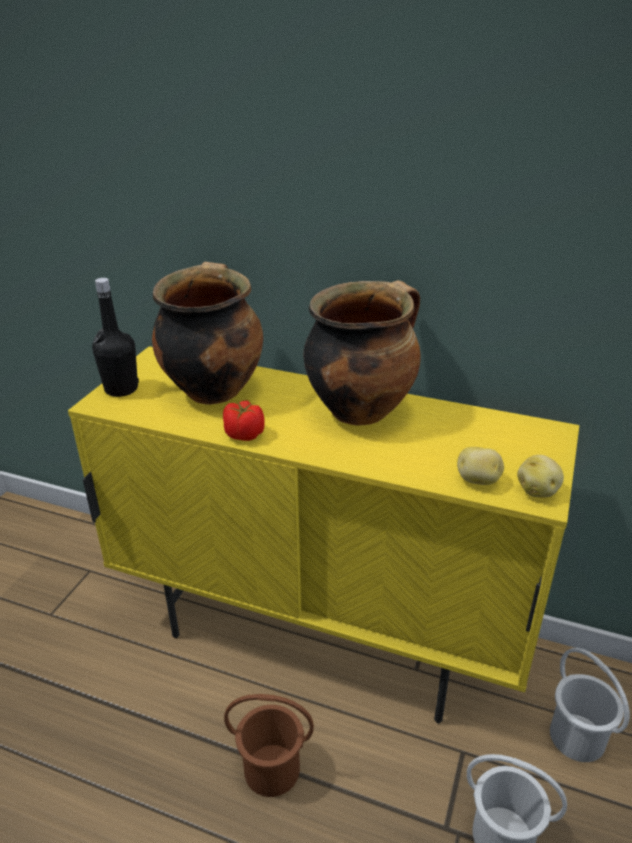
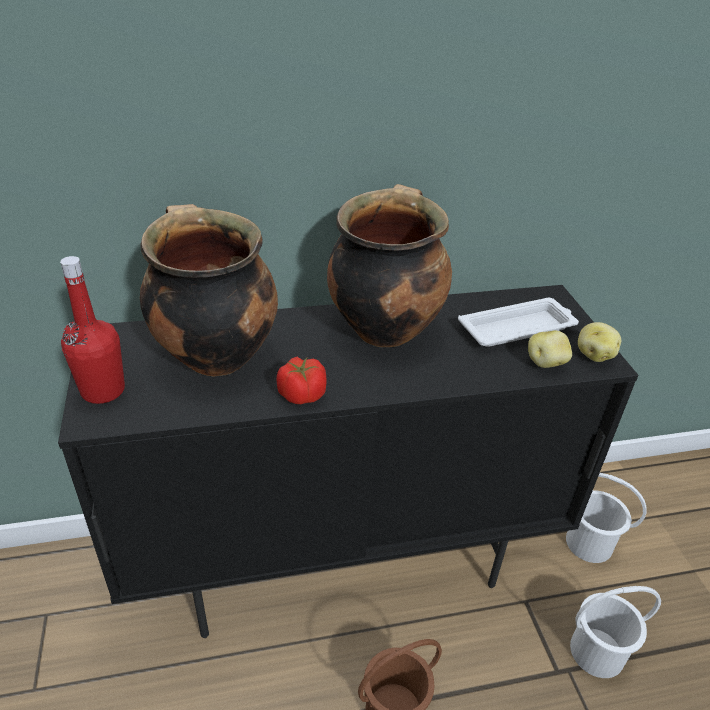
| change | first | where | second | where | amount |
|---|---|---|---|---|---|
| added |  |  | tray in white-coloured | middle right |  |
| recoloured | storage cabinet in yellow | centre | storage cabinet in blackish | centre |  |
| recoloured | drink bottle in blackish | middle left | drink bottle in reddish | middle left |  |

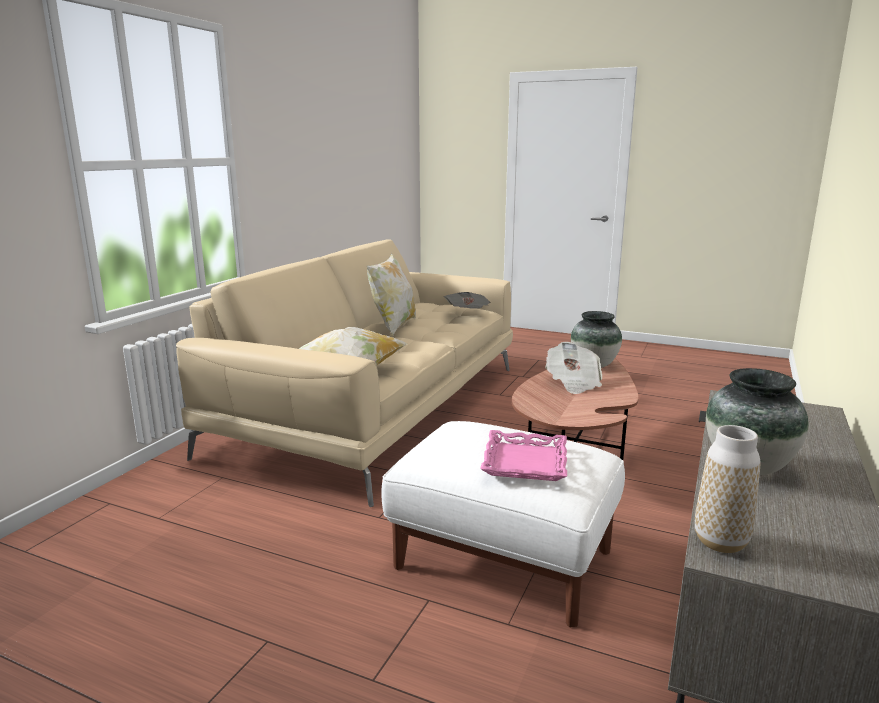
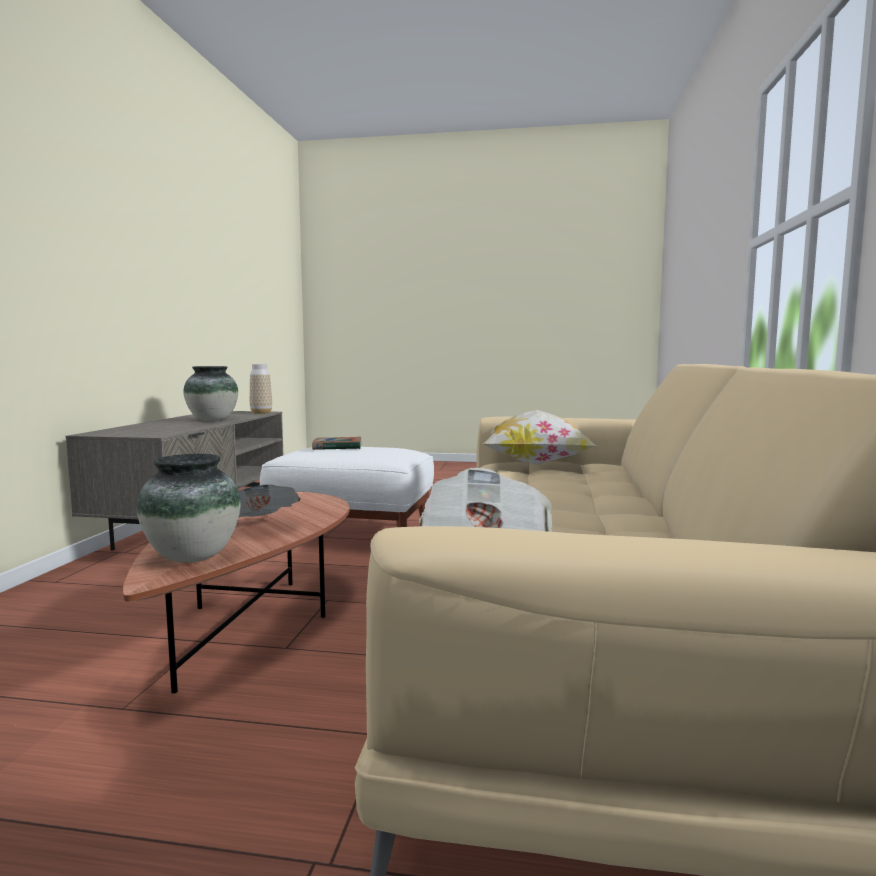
| change | first | where | second | where | amount |
|---|---|---|---|---|---|
| removed | cushion (2nd from left) | centre |  |  |  |
| replaced | tray in pink | centre | volume | centre |  |

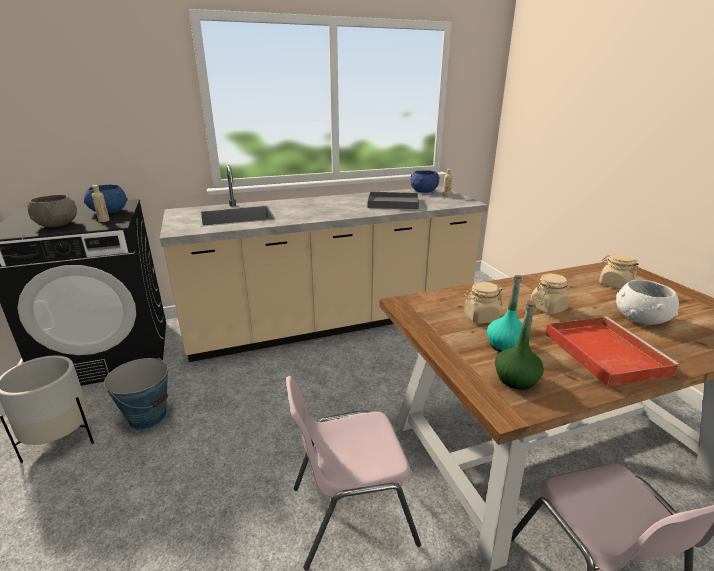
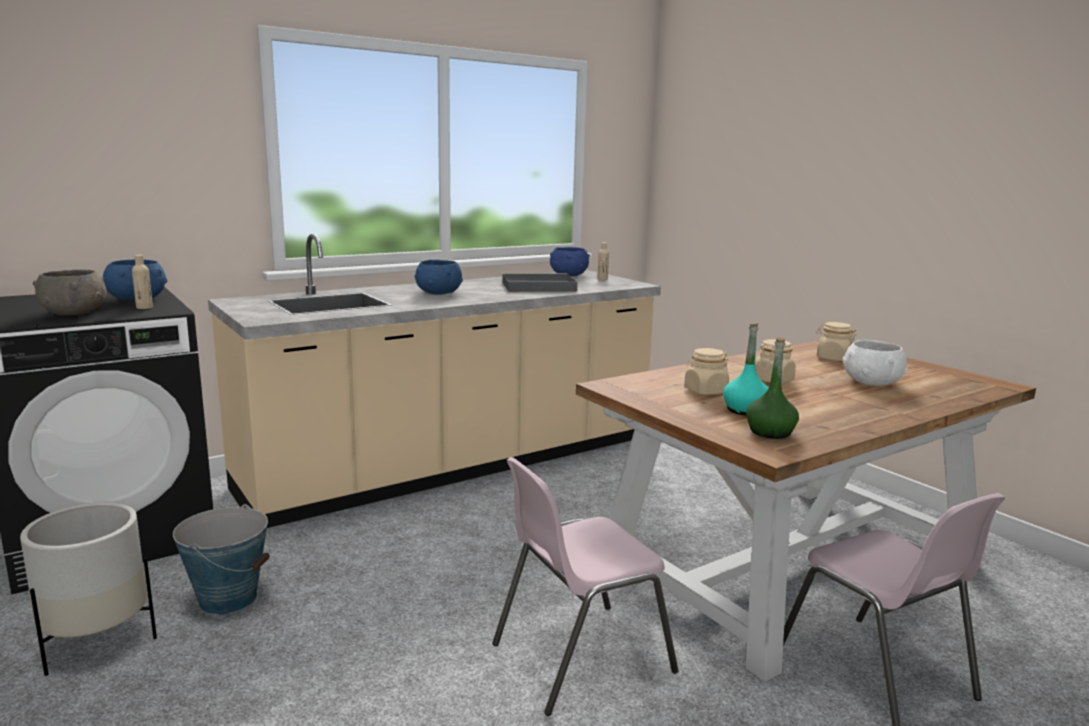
| change | first | where | second | where | amount |
|---|---|---|---|---|---|
| removed | tray in reddish | middle right |  |  |  |
| added |  |  | bowl in blue (2nd from left) | centre |  |

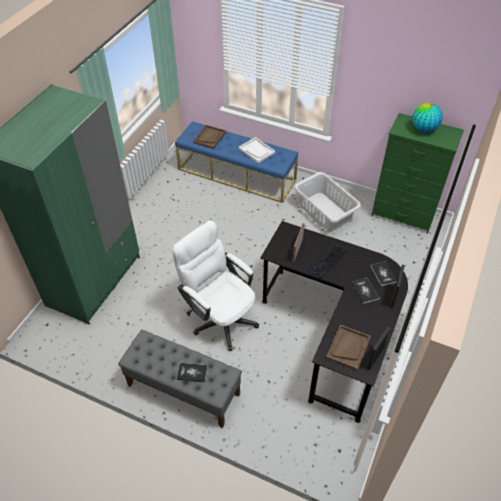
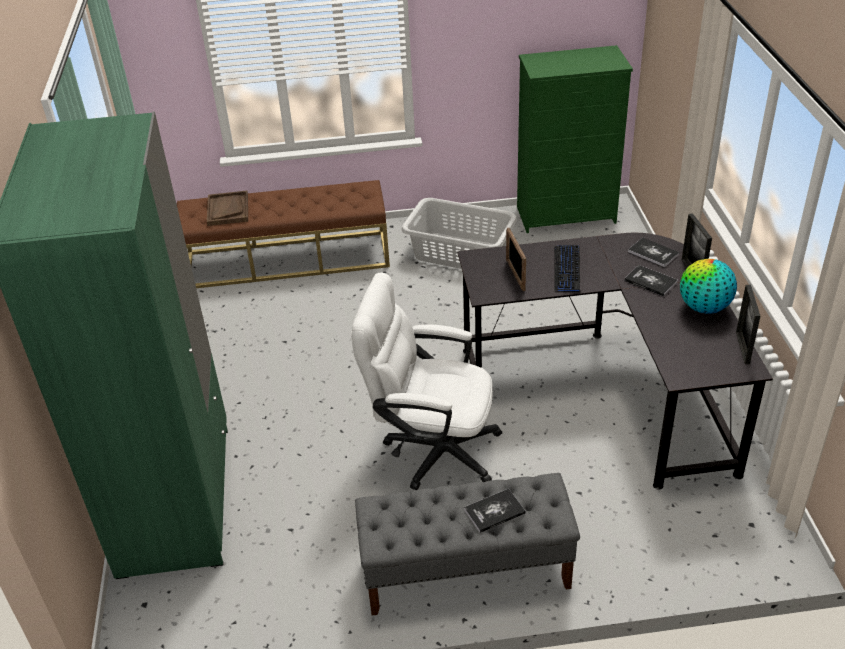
| change | first | where | second | where | amount |
|---|---|---|---|---|---|
| removed | tray in white-coloured | top centre |  |  |  |
| removed | tray in brownish (2nd from left) | bottom right |  |  |  |
| moved | world globe | top right |  | middle right |  |
| recoloured | long seat in blue | top centre | long seat in brownish | centre |  |

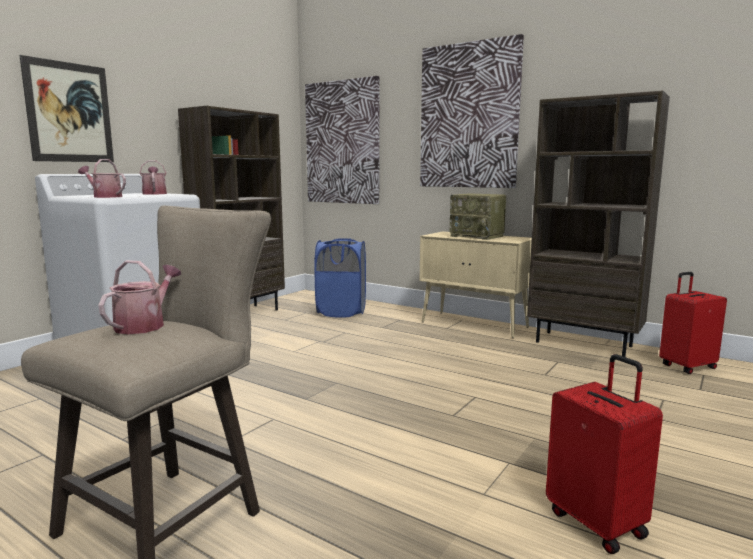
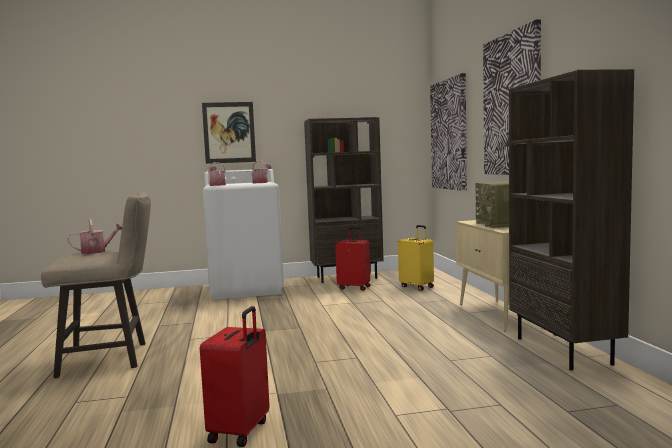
| change | first | where | second | where | amount |
|---|---|---|---|---|---|
| moved | piece of luggage in reddish (2nd from left) | middle right |  | centre |  |
| replaced | laundry basket in blue | centre | piece of luggage in yellow | centre |  |

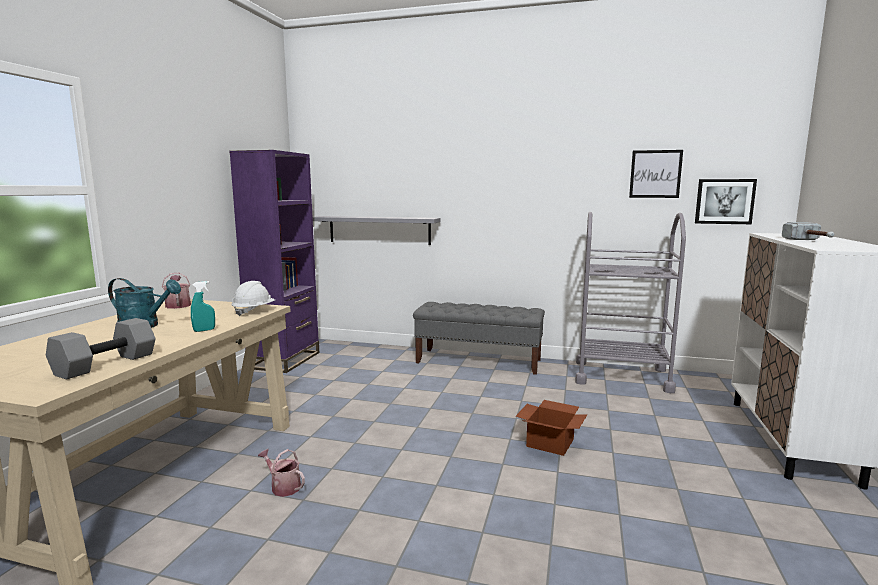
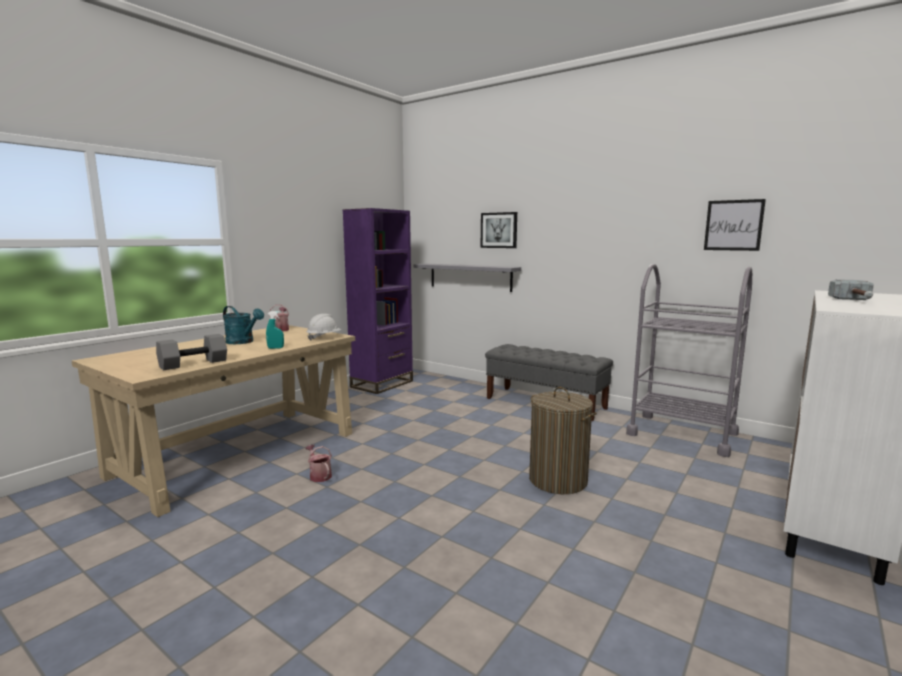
| change | first | where | second | where | amount |
|---|---|---|---|---|---|
| moved | wall art (2nd from left in the first image) | middle right | wall art (1st from left) | centre |  |
| replaced | carton | bottom centre | laundry basket | centre |  |

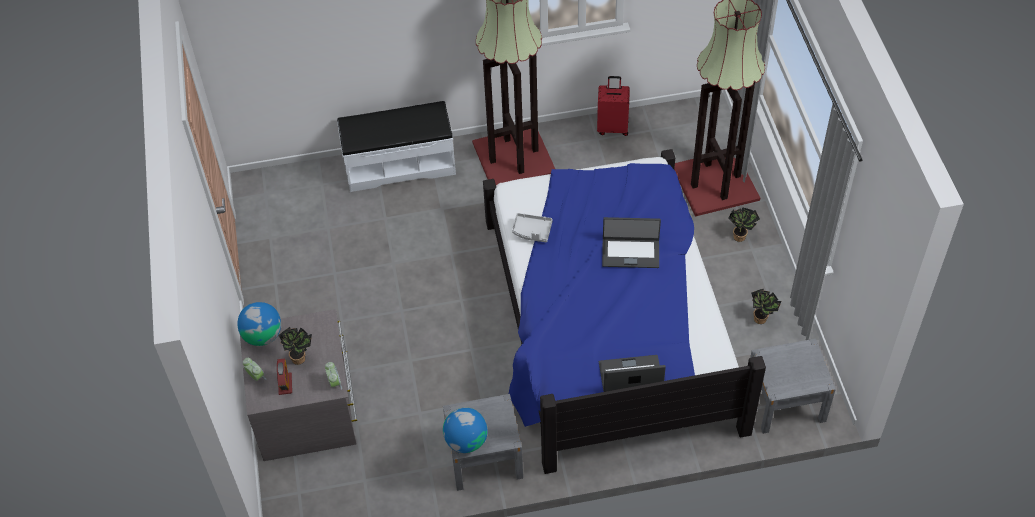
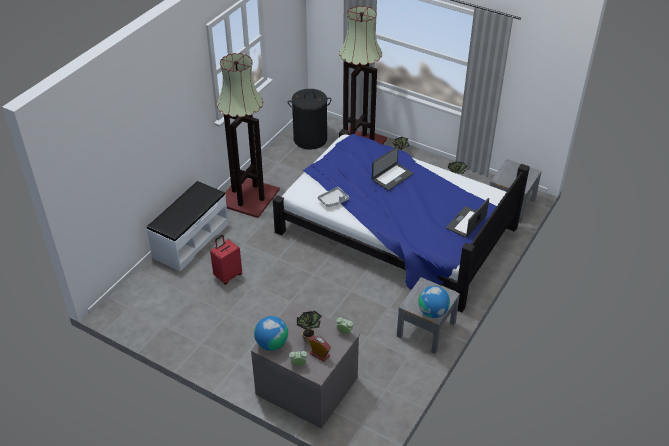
| change | first | where | second | where | amount |
|---|---|---|---|---|---|
| added |  |  | laundry basket in blackish | top centre |  |
| moved | piece of luggage in reddish | top centre |  | centre |  |

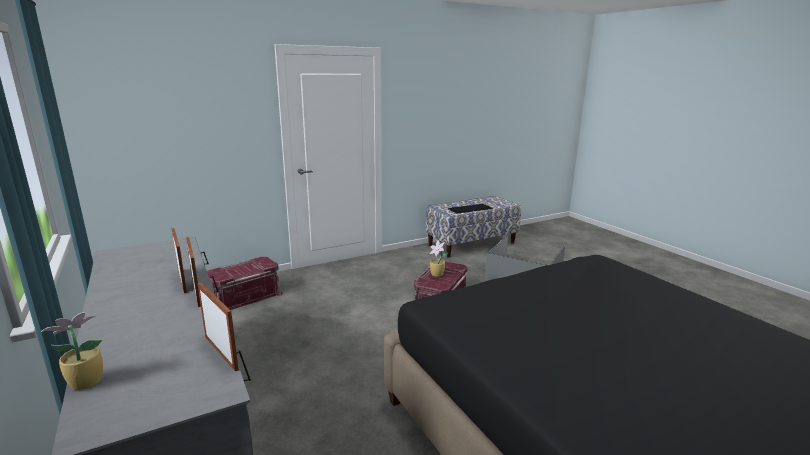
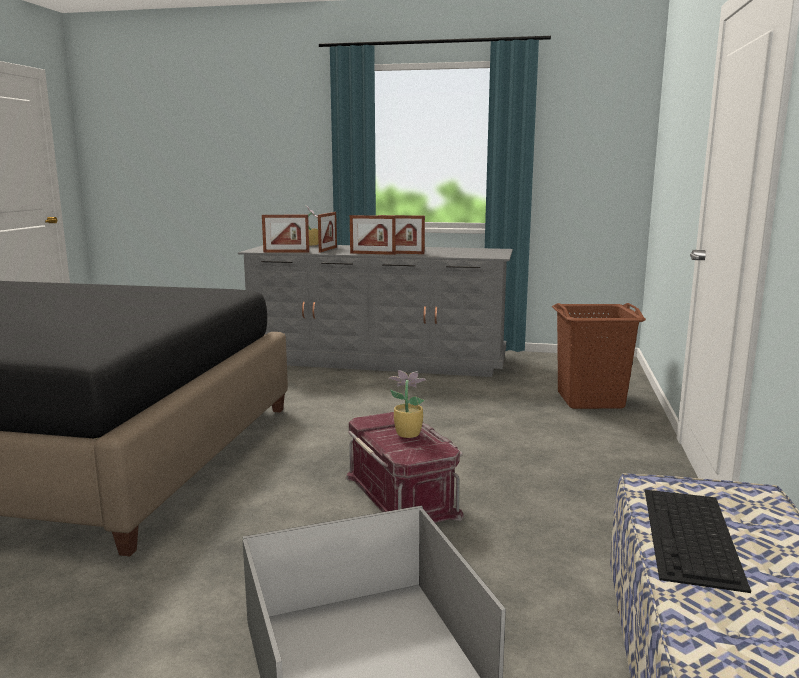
| change | first | where | second | where | amount |
|---|---|---|---|---|---|
| added |  |  | standing frame (2nd from left) | centre |  |
| replaced | storage bin in reddish (1st from left) | middle left | laundry basket in brownish | middle right |  |

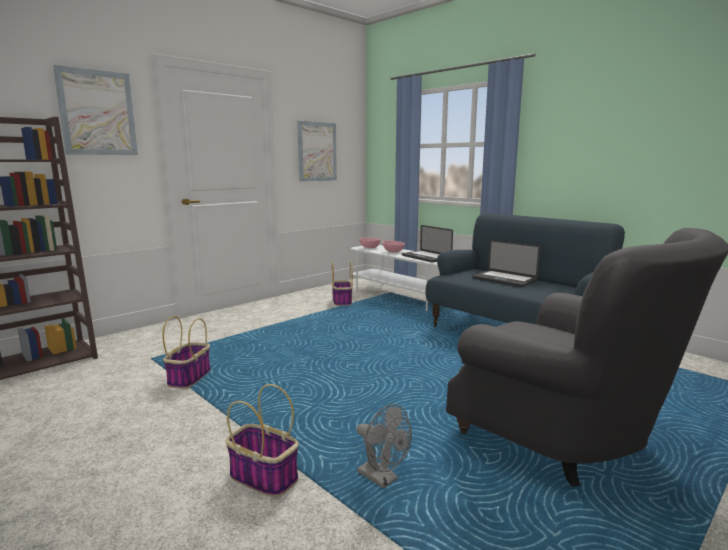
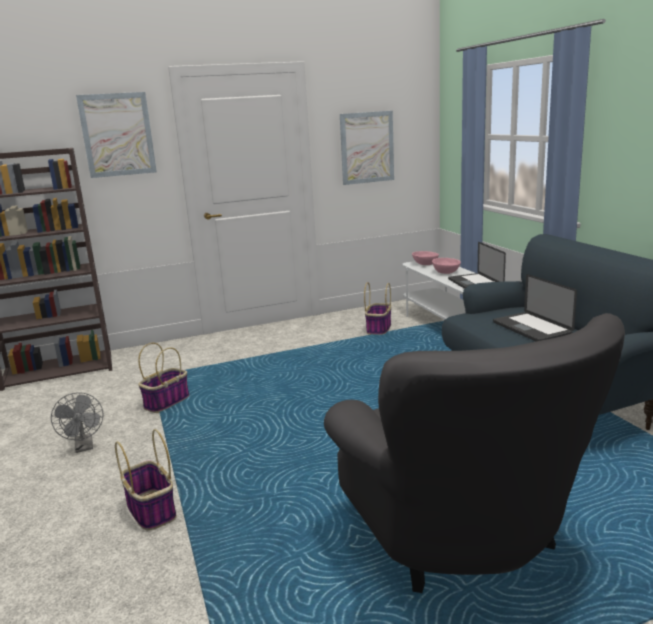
| change | first | where | second | where | amount |
|---|---|---|---|---|---|
| moved | cooling fan in gray | bottom centre |  | bottom left |  |

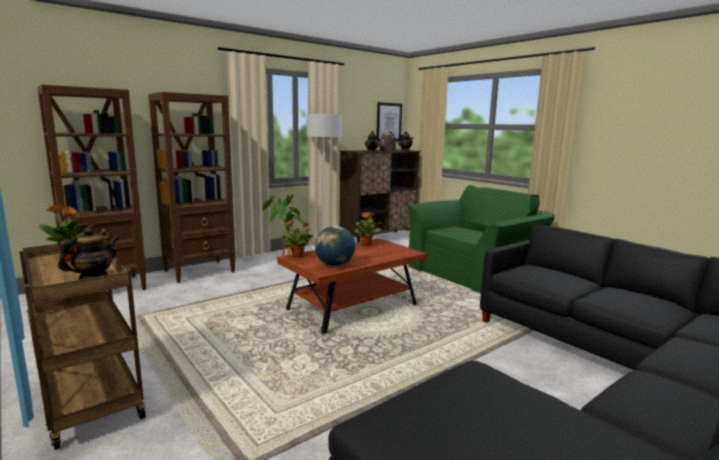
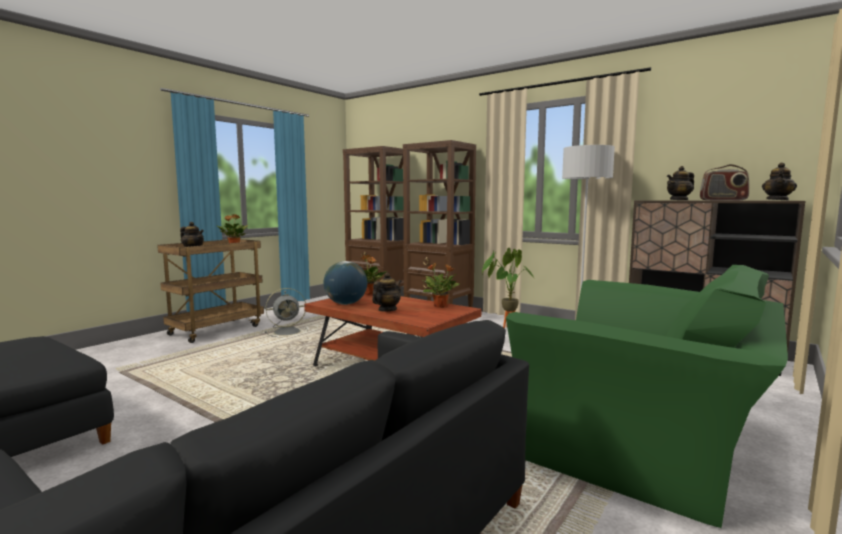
| change | first | where | second | where | amount |
|---|---|---|---|---|---|
| removed | wall art | top centre |  |  |  |
| added |  |  | cooling fan in gray | centre |  |
| added |  |  | teapot (2nd from left) | centre |  |

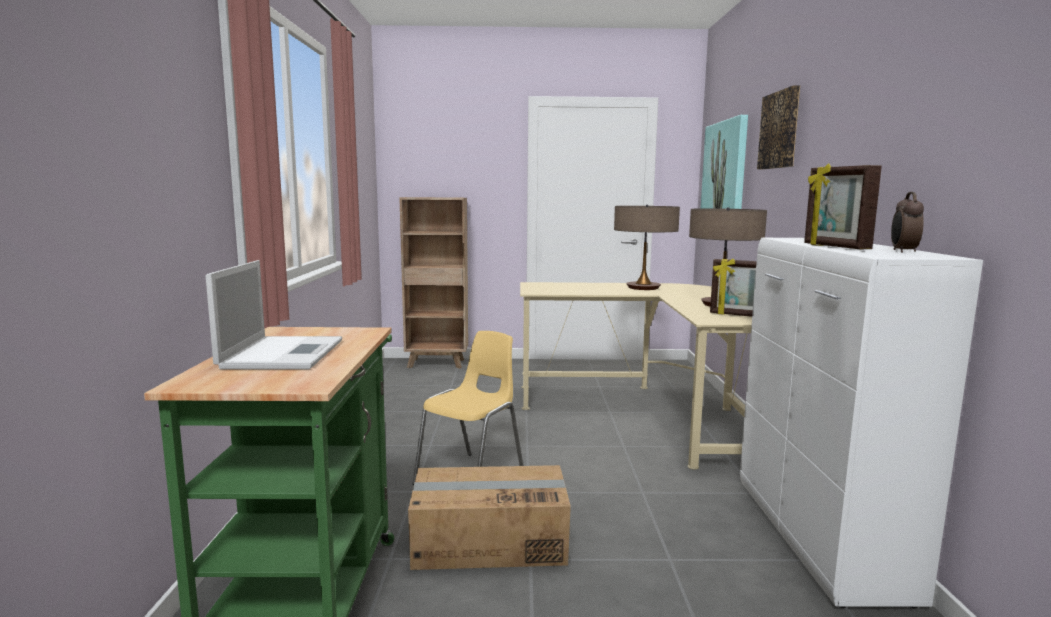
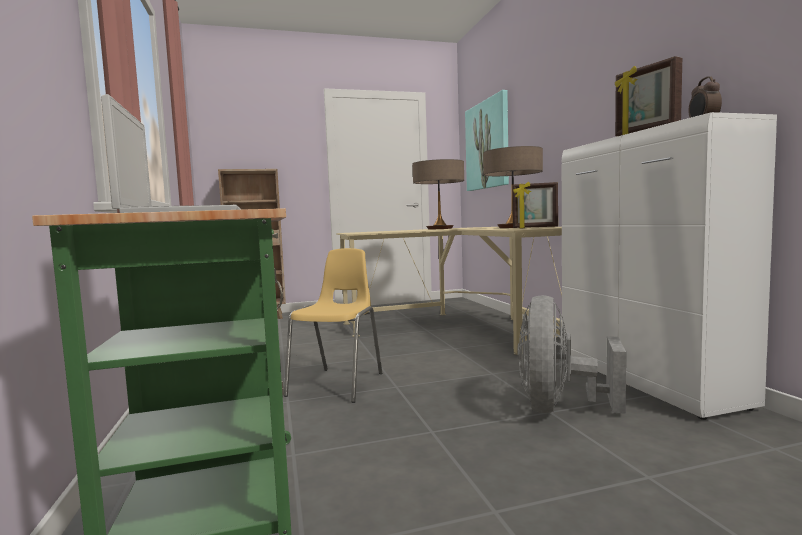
| change | first | where | second | where | amount |
|---|---|---|---|---|---|
| removed | carton | bottom centre |  |  |  |
| removed | wall art (2nd from left) | top right |  |  |  |
| added |  |  | cooling fan in gray | middle right |  |

